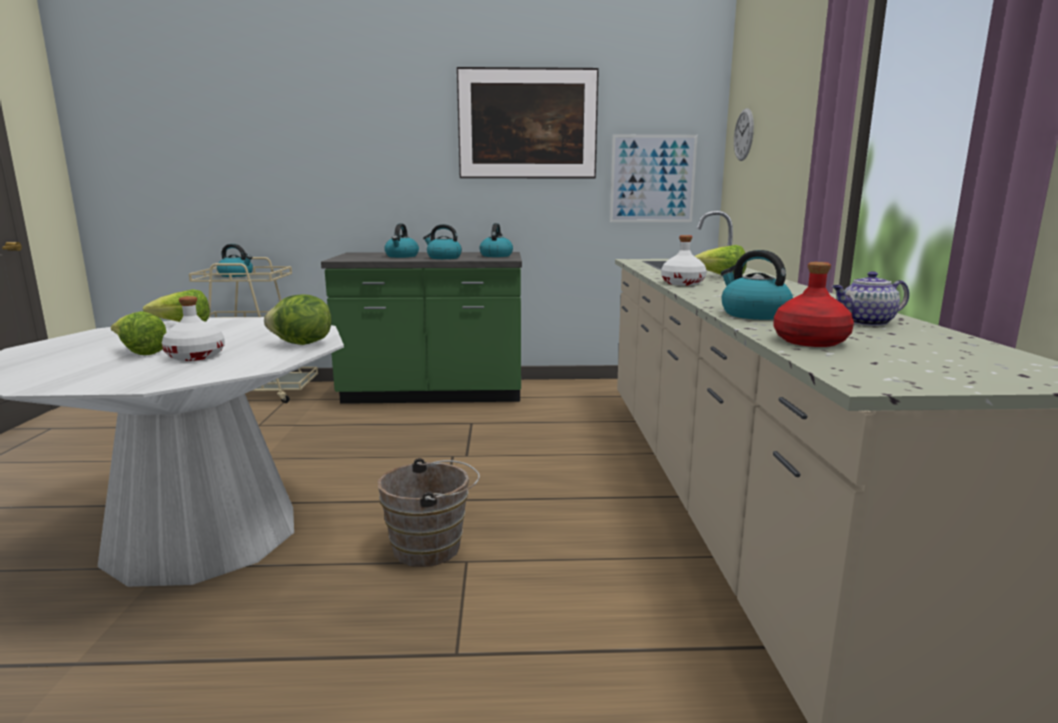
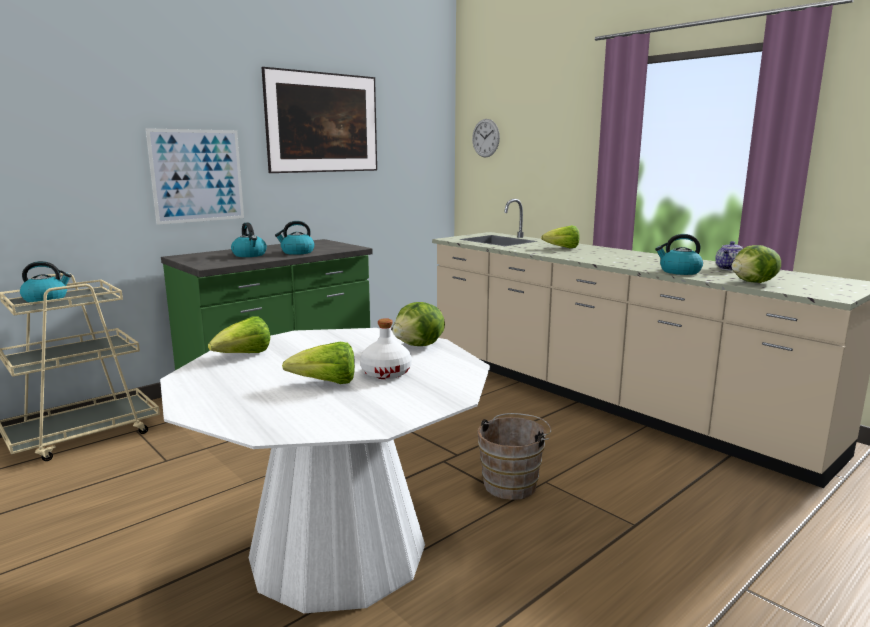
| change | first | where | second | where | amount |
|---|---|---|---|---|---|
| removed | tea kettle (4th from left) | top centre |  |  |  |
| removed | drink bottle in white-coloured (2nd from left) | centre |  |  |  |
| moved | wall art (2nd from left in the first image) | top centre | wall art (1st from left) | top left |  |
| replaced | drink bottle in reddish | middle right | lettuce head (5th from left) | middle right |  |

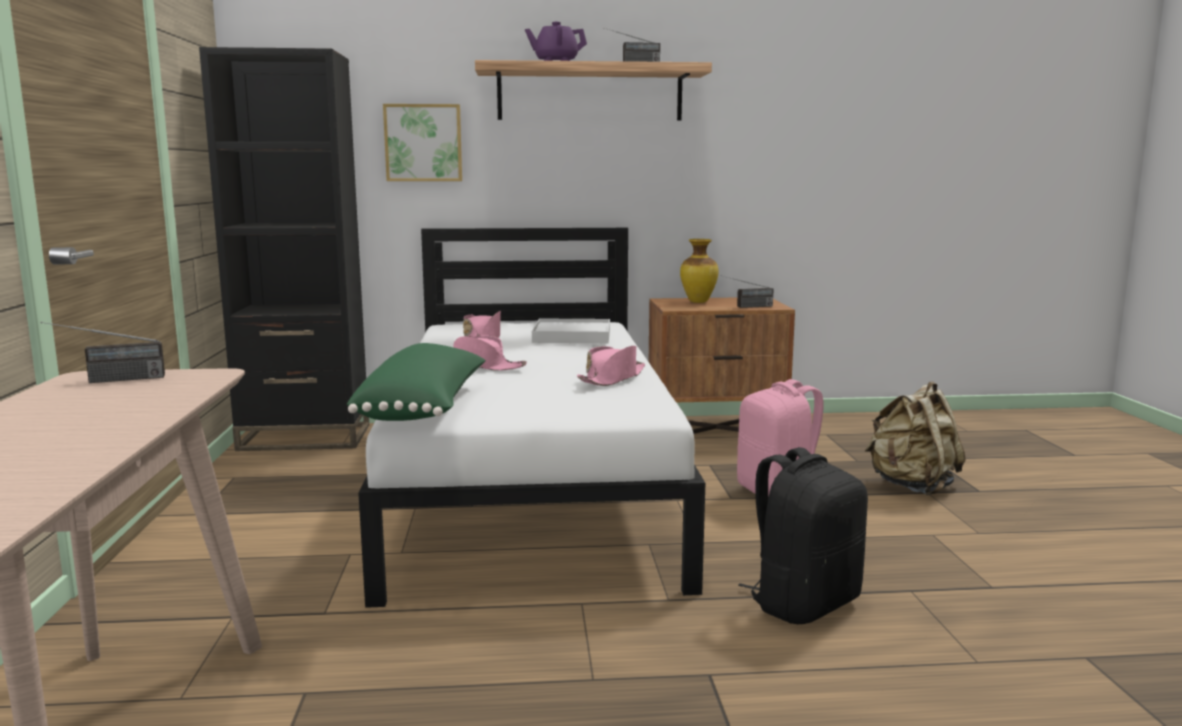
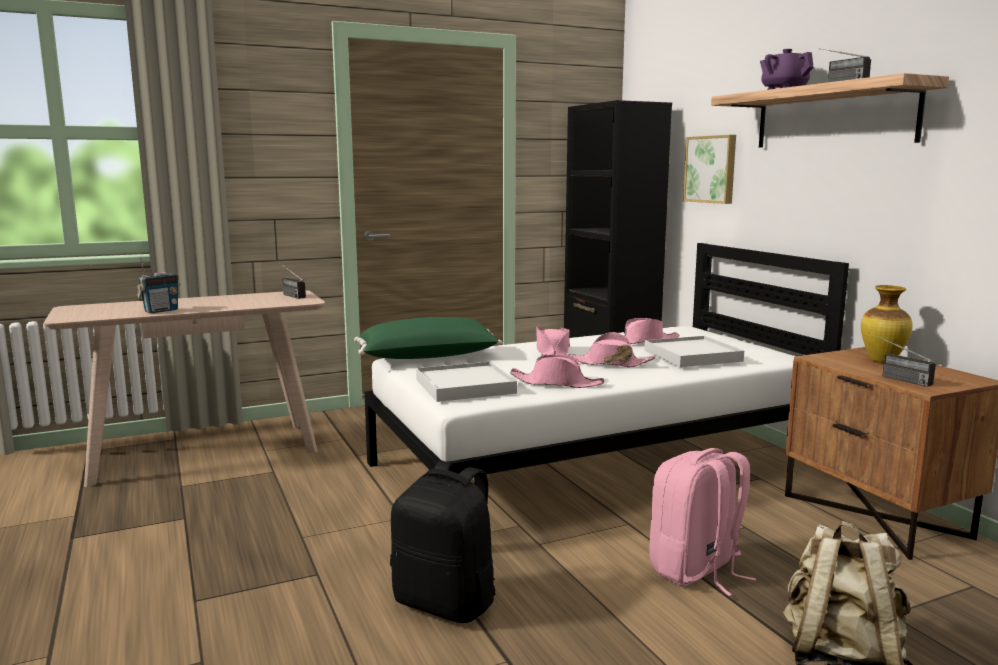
| change | first | where | second | where | amount |
|---|---|---|---|---|---|
| added |  |  | radio set (1st from left) | middle left |  |
| added |  |  | tray in white-coloured (1st from left) | centre |  |
| added |  |  | hat in pink (3rd from left) | centre |  |

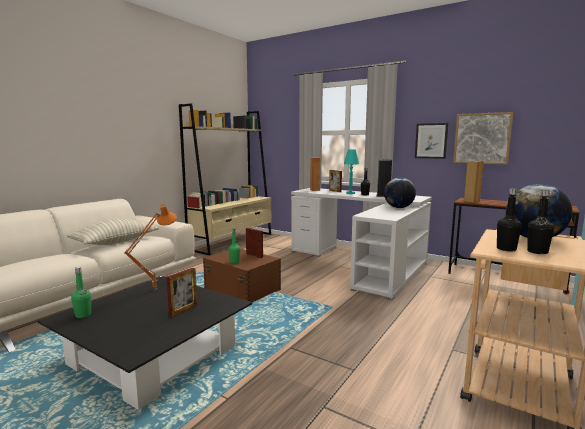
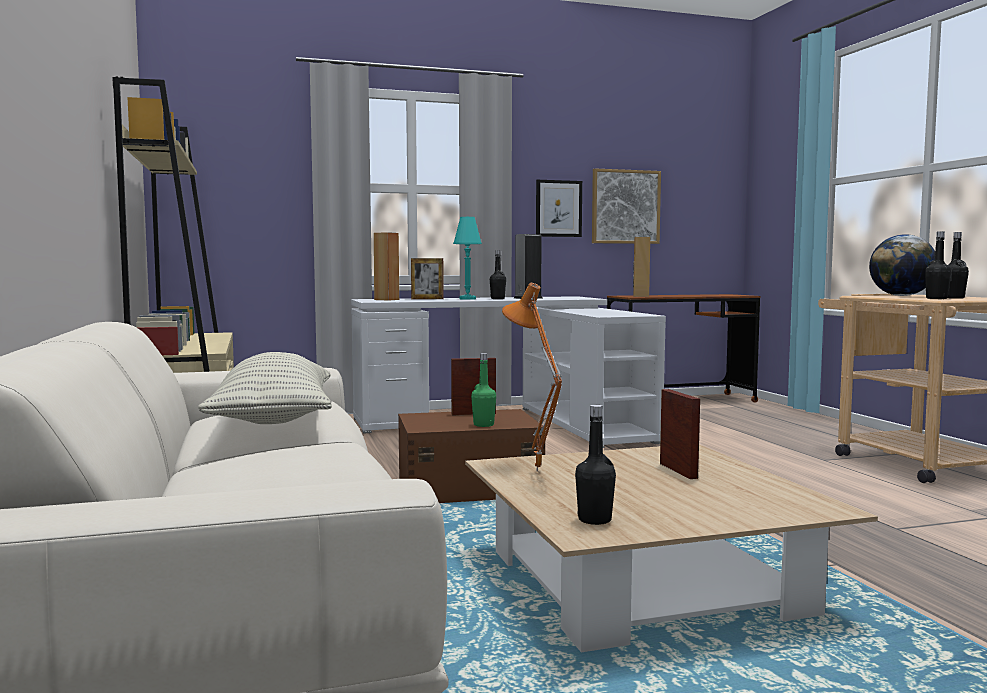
| change | first | where | second | where | amount |
|---|---|---|---|---|---|
| removed | world globe (1st from left) | middle right |  |  |  |
| recoloured | coffee table in blackish | bottom left | coffee table in sand-coloured | bottom right |  |
| recoloured | drink bottle in green (1st from left) | bottom left | drink bottle in blackish (2nd from left) | bottom centre |  |

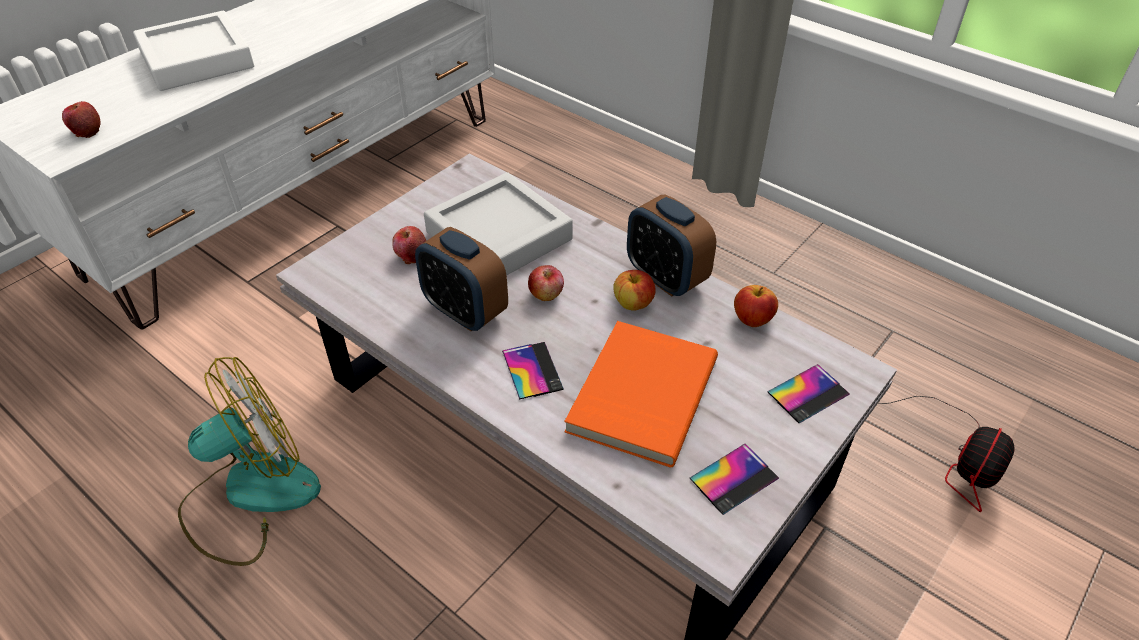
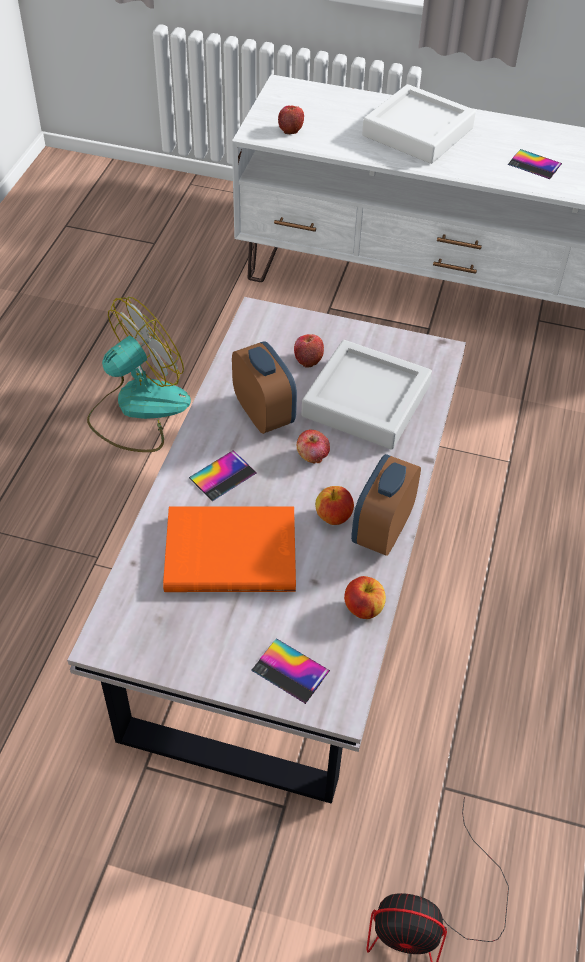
| change | first | where | second | where | amount |
|---|---|---|---|---|---|
| moved | telephone (2nd from left in the first image) | bottom centre | telephone (3rd from left) | top right |  |
| turned | cooling fan (1st from left) | bottom left |  | middle left | 75 degrees counterclockwise |
| turned | bedside clock (1st from left) | centre |  | centre | 135 degrees clockwise |

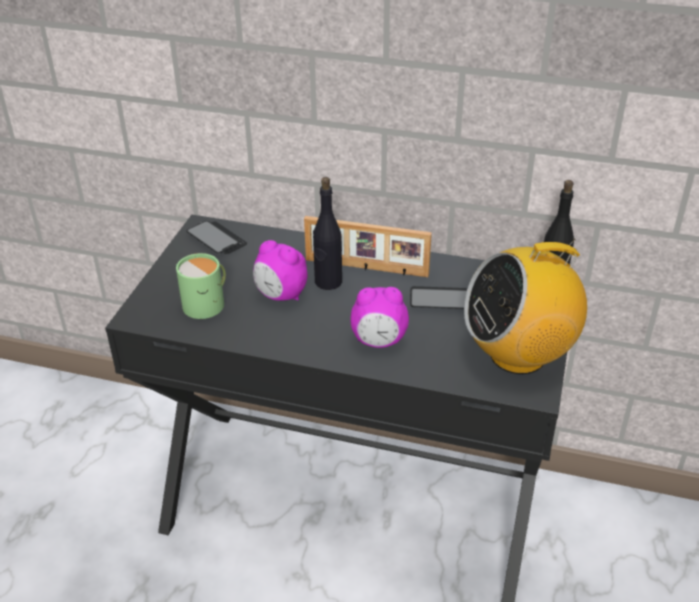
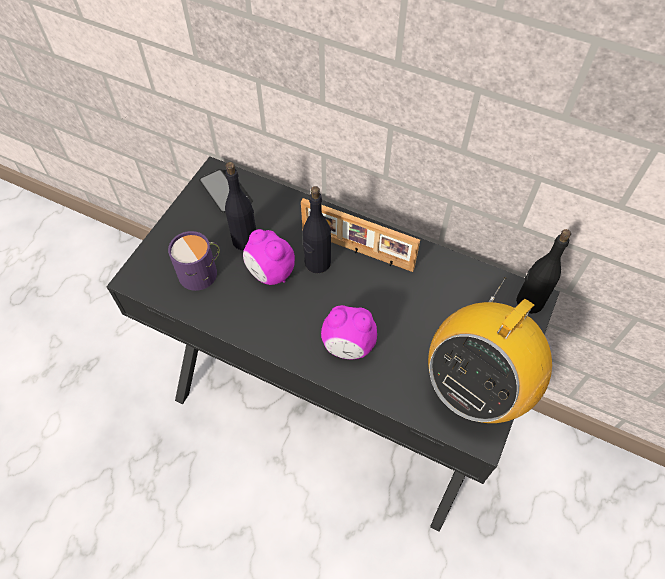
| change | first | where | second | where | amount |
|---|---|---|---|---|---|
| removed | telephone (2nd from left) | centre |  |  |  |
| added |  |  | drink bottle in blackish (1st from left) | centre |  |
| recoloured | coffee mug in green | middle left | coffee mug in purple-coloured | middle left |  |
| turned | radio set | middle right |  | middle right | 45 degrees counterclockwise |

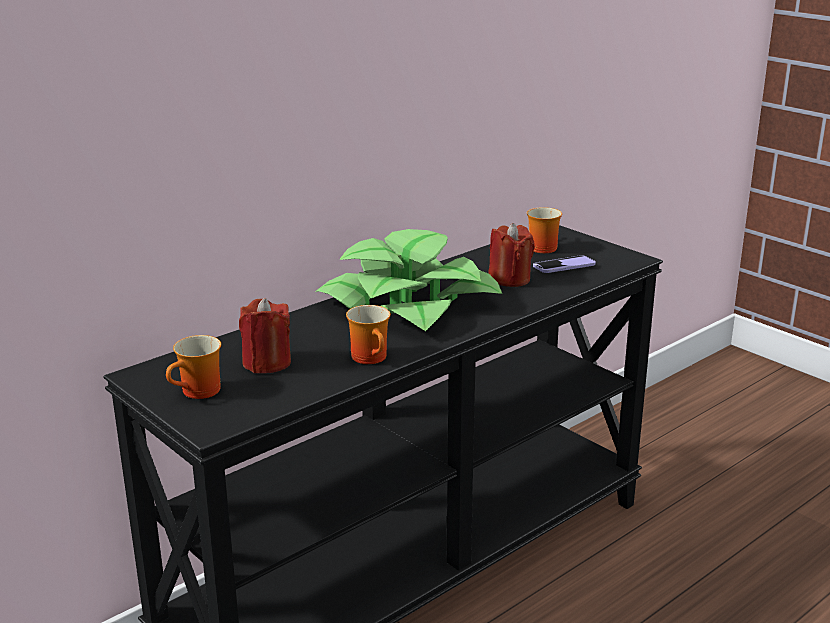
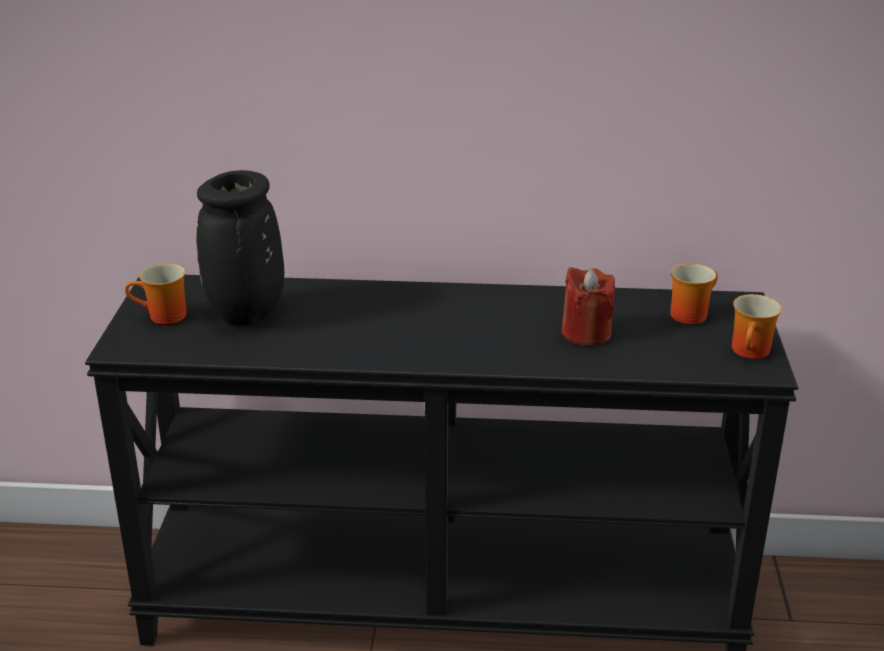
| change | first | where | second | where | amount |
|---|---|---|---|---|---|
| removed | potted plant | centre |  |  |  |
| removed | telephone | middle right |  |  |  |
| moved | coffee mug (2nd from left in the first image) | centre | coffee mug (3rd from left) | middle right |  |
| replaced | wax candle in reddish (1st from left) | middle left | vase in blackish | middle left |  |

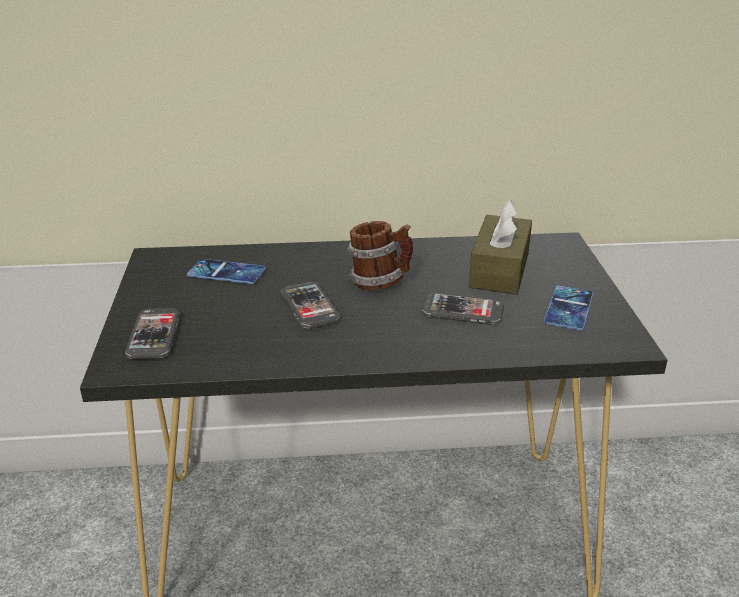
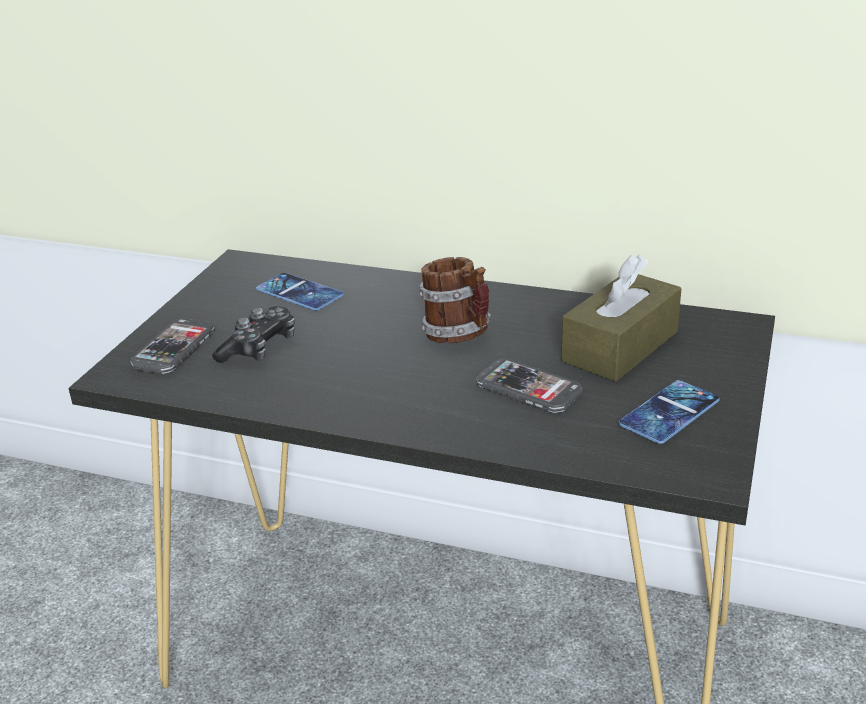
| change | first | where | second | where | amount |
|---|---|---|---|---|---|
| removed | telephone (3rd from left) | centre |  |  |  |
| added |  |  | gamepad | middle left |  |

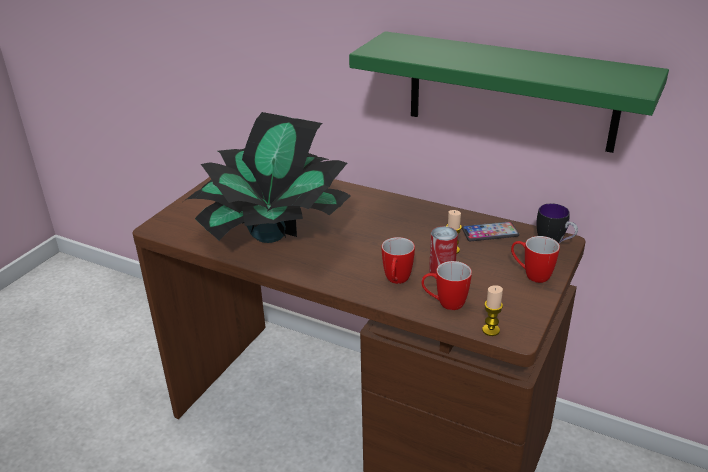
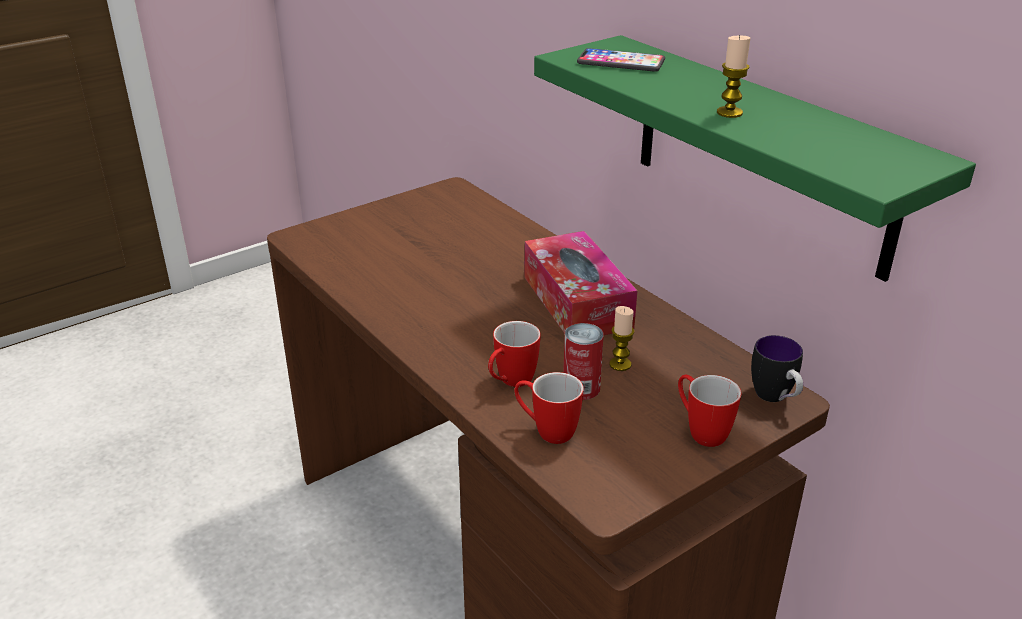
| change | first | where | second | where | amount |
|---|---|---|---|---|---|
| removed | potted plant | centre |  |  |  |
| added |  |  | tissue box | centre |  |
| moved | telephone | middle right |  | top centre |  |
| moved | wax candle (2nd from left) | middle right |  | top right |  |

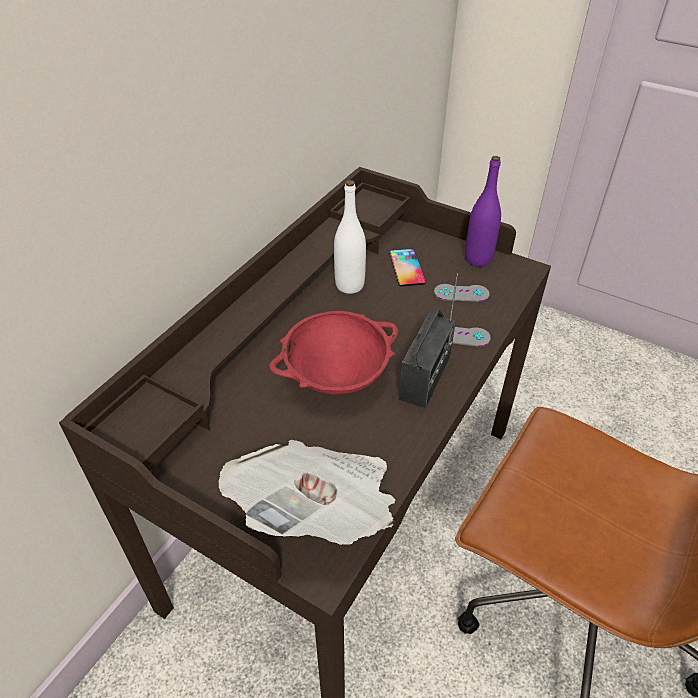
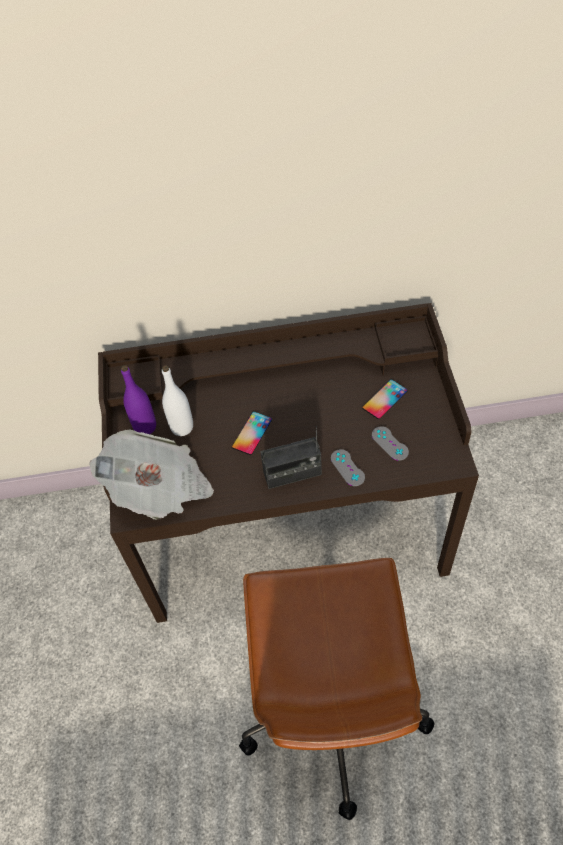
| change | first | where | second | where | amount |
|---|---|---|---|---|---|
| moved | drink bottle in white-coloured | centre |  | middle left |  |
| moved | drink bottle in purple-coloured | top right |  | middle left |  |
| replaced | bowl in reddish | centre | telephone (1st from left) | centre |  |

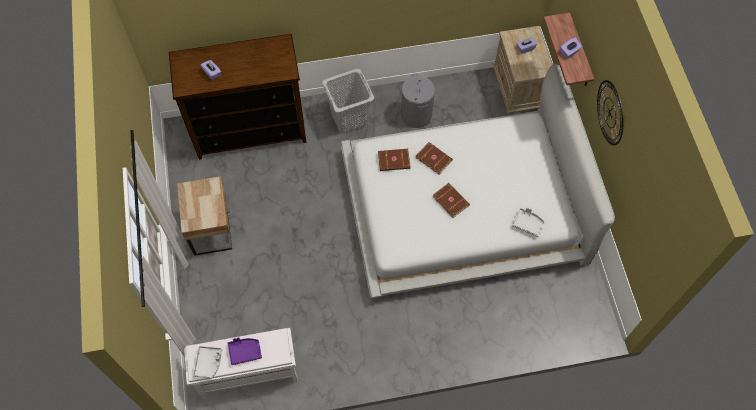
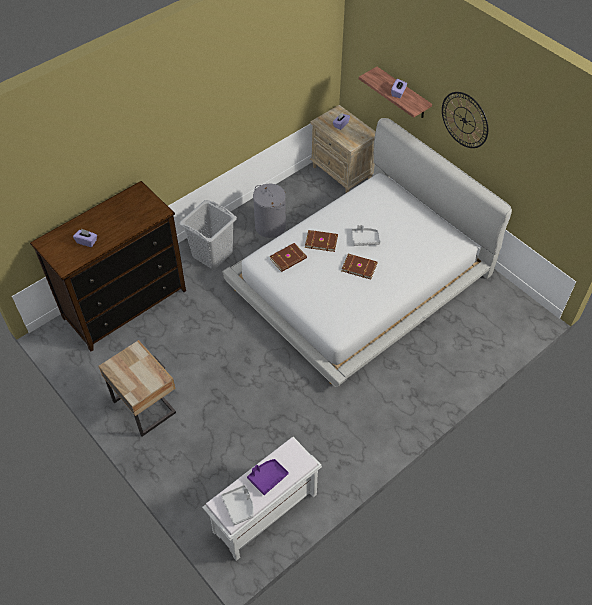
| change | first | where | second | where | amount |
|---|---|---|---|---|---|
| moved | tray in gray (2nd from left) | middle right |  | centre |  |

